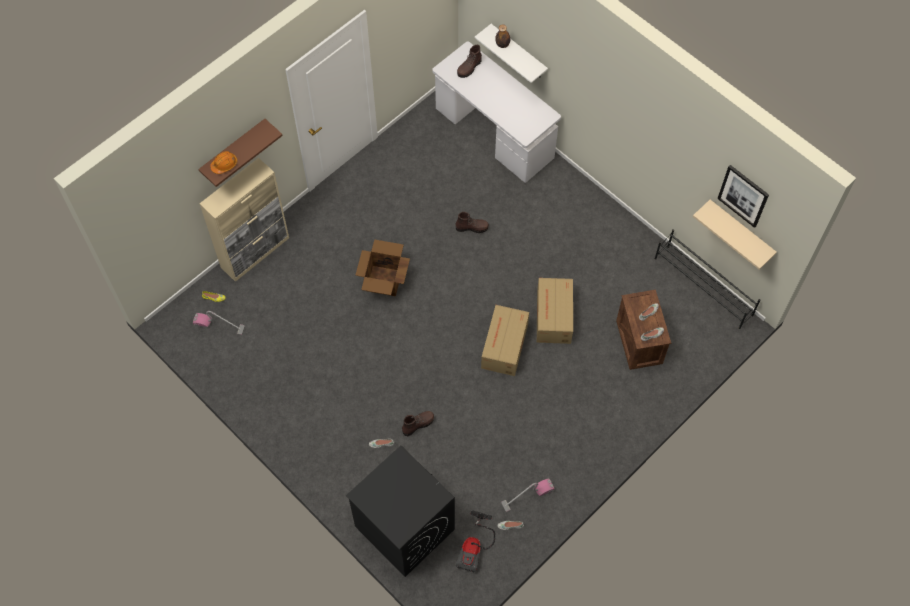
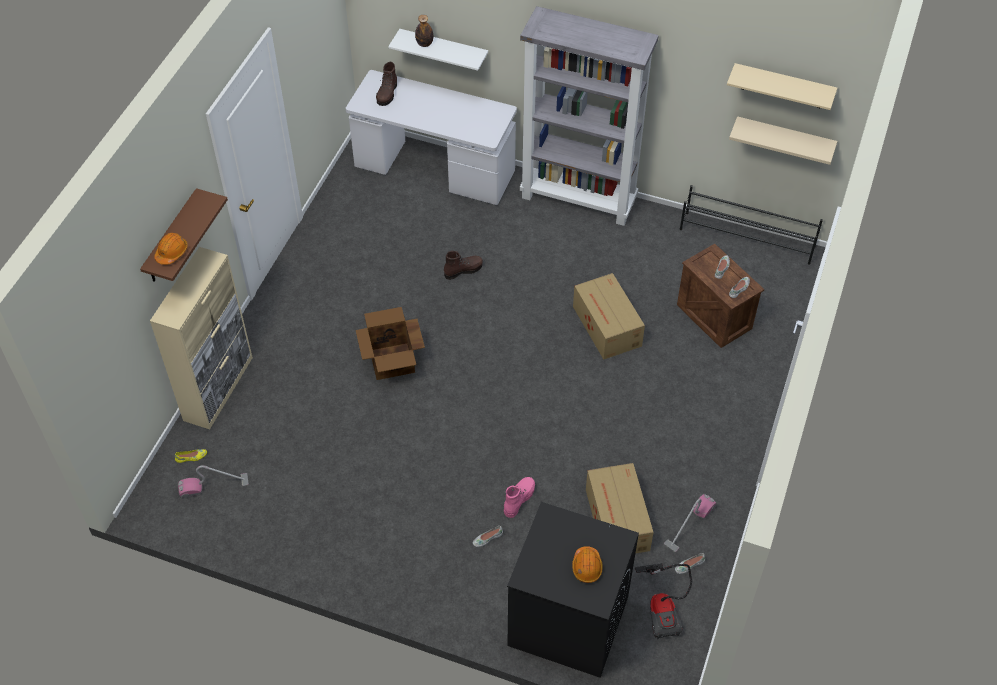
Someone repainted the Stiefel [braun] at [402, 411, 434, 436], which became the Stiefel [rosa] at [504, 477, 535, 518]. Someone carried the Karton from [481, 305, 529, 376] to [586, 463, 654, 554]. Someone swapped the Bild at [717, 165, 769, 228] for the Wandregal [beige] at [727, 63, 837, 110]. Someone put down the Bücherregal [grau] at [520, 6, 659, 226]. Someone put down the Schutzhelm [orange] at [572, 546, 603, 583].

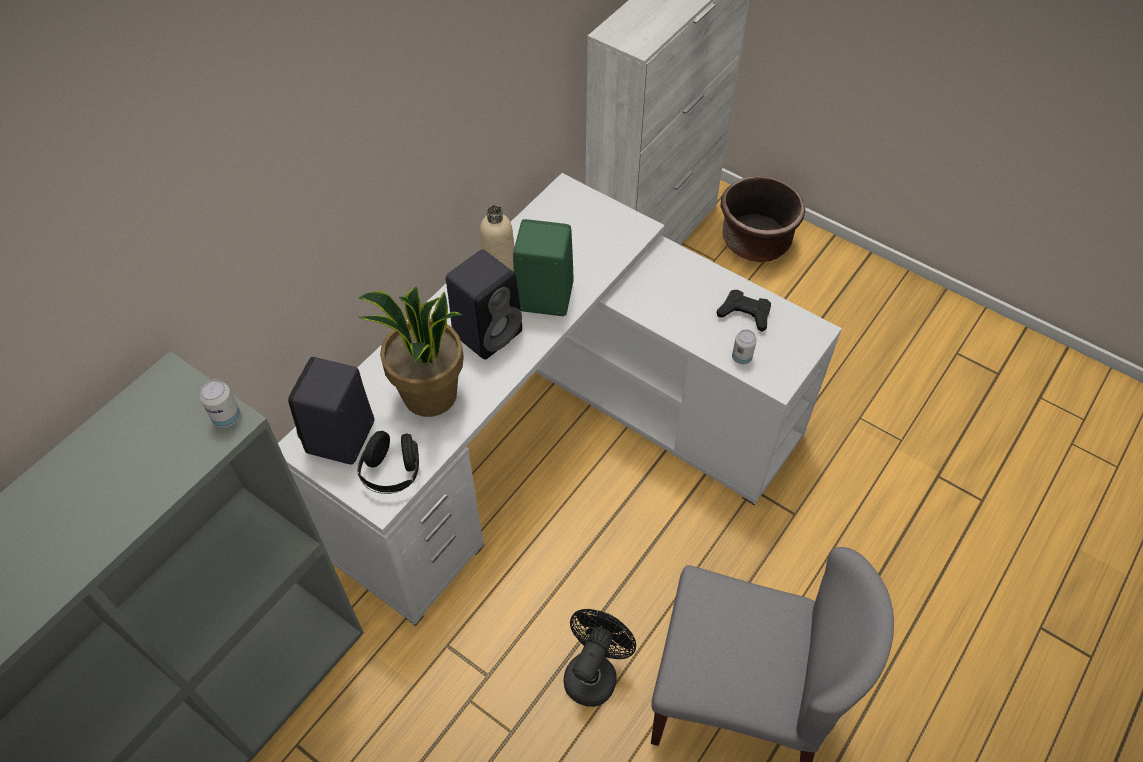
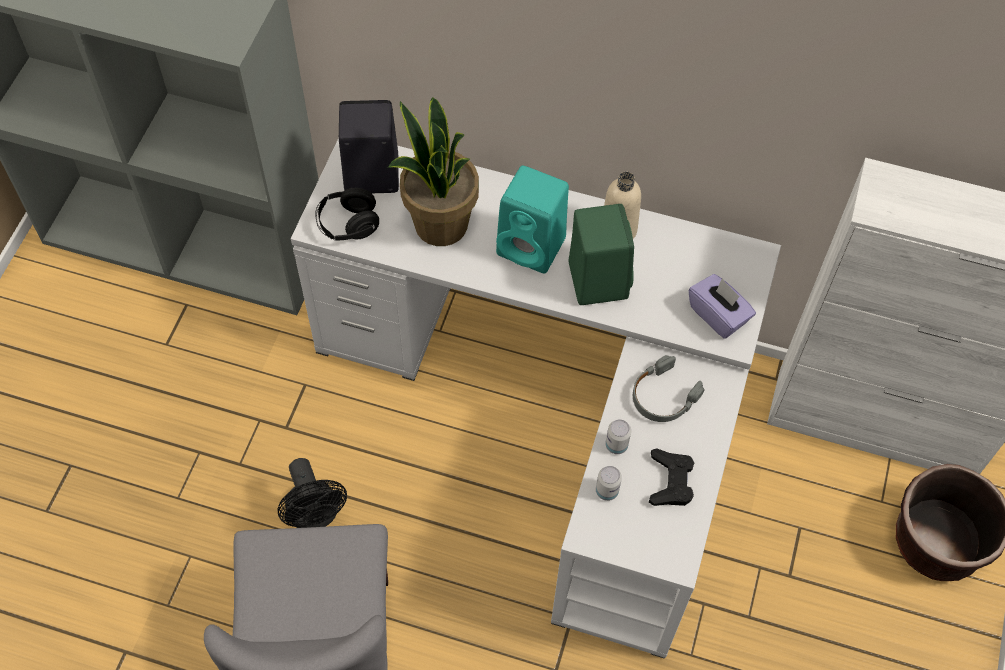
Someone carried the Dose from [199, 380, 240, 427] to [605, 419, 631, 454]. Someone repainted the Lautsprecher [schwarz] at [446, 249, 522, 360], which became the Lautsprecher [türkis] at [496, 166, 569, 273]. Someone rotated the Ventilator [schwarz] at [564, 609, 636, 707] by 60 degrees clockwise. Someone put down the Kopfhörer [grau] at [633, 355, 704, 422]. Someone put down the Taschentuchbox [lila] at [689, 274, 756, 339].

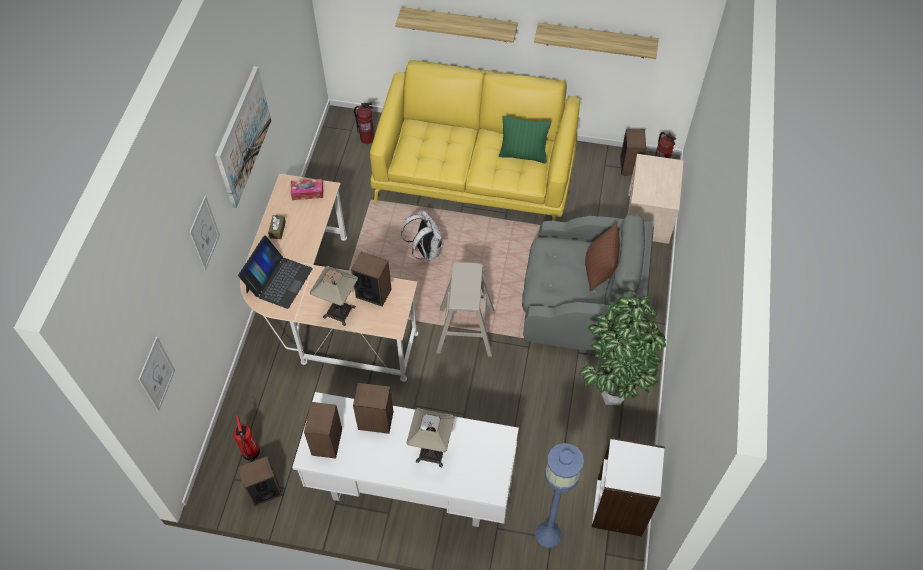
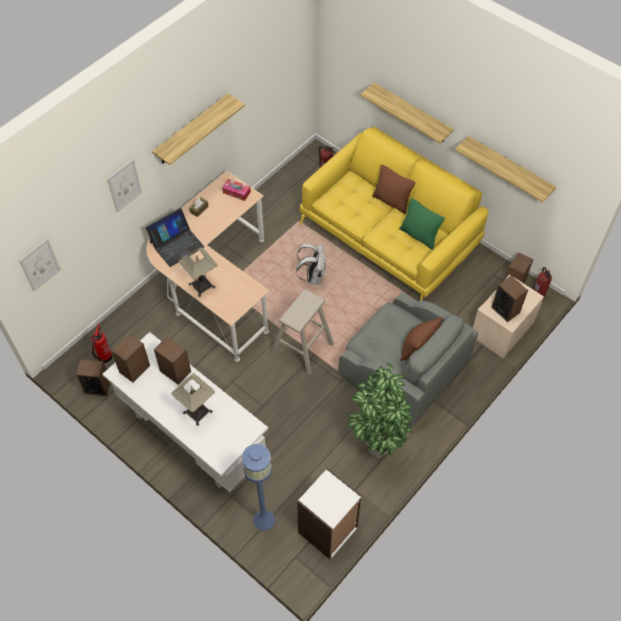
Someone swapped the Bild at [215, 66, 271, 208] for the Wandregal at [152, 93, 245, 165]. Someone carried the Lautsprecher from [351, 252, 391, 307] to [491, 276, 528, 322]. Someone put down the Kissen [braun] at [372, 165, 416, 214].

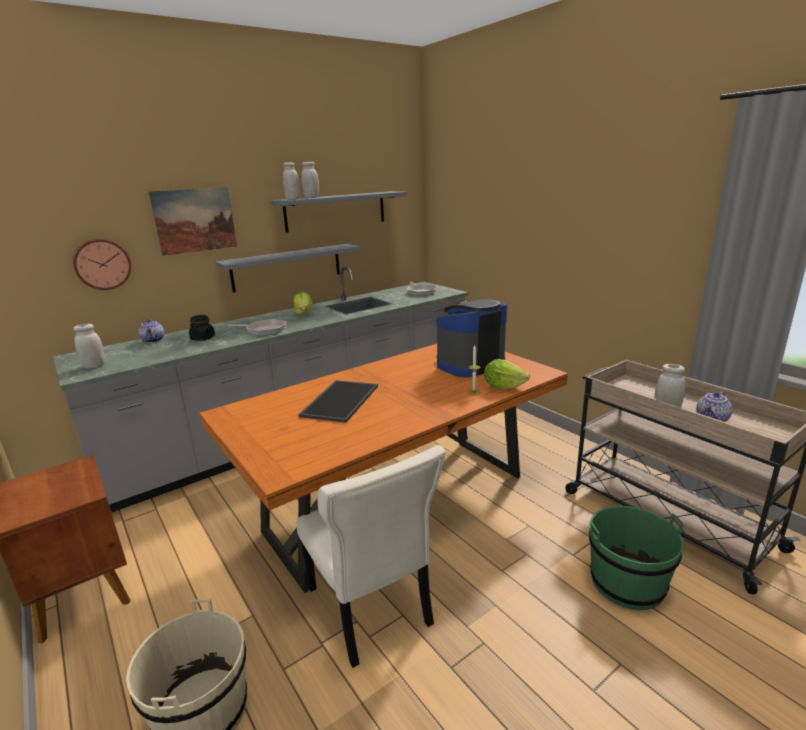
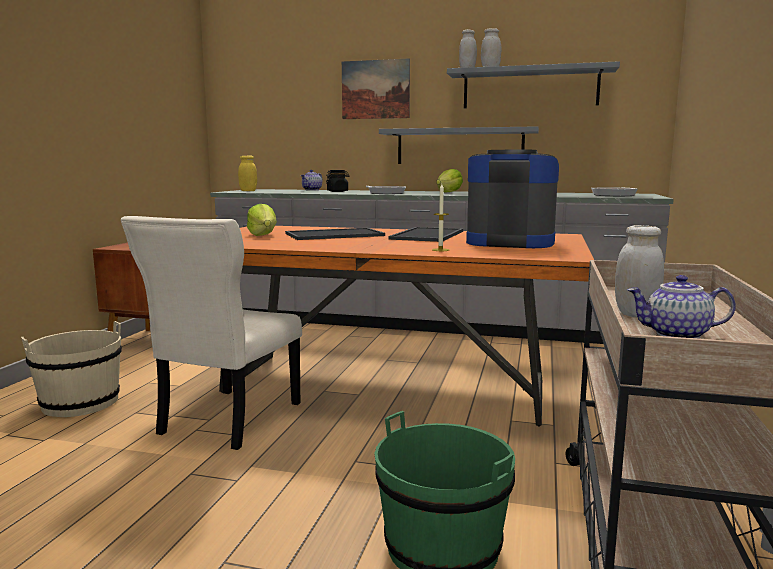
Someone took away the Wanduhr at [73, 239, 131, 290]. Someone repainted the Vorratsglas [weiß] at [73, 324, 105, 368], which became the Vorratsglas [gelb] at [238, 155, 257, 191]. Someone carried the Salatkopf from [484, 359, 530, 390] to [247, 204, 277, 236]. Someone put down the Tablett at [389, 227, 463, 242].

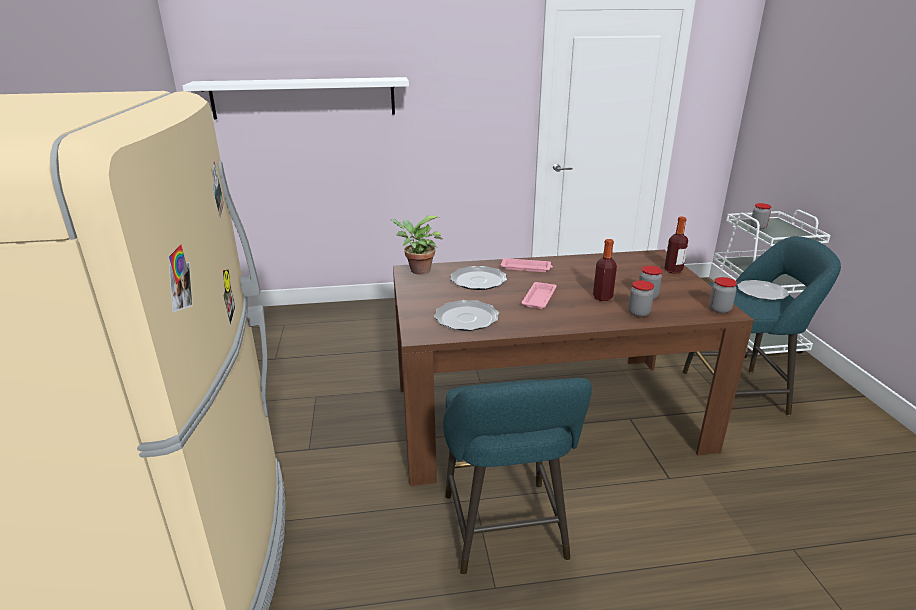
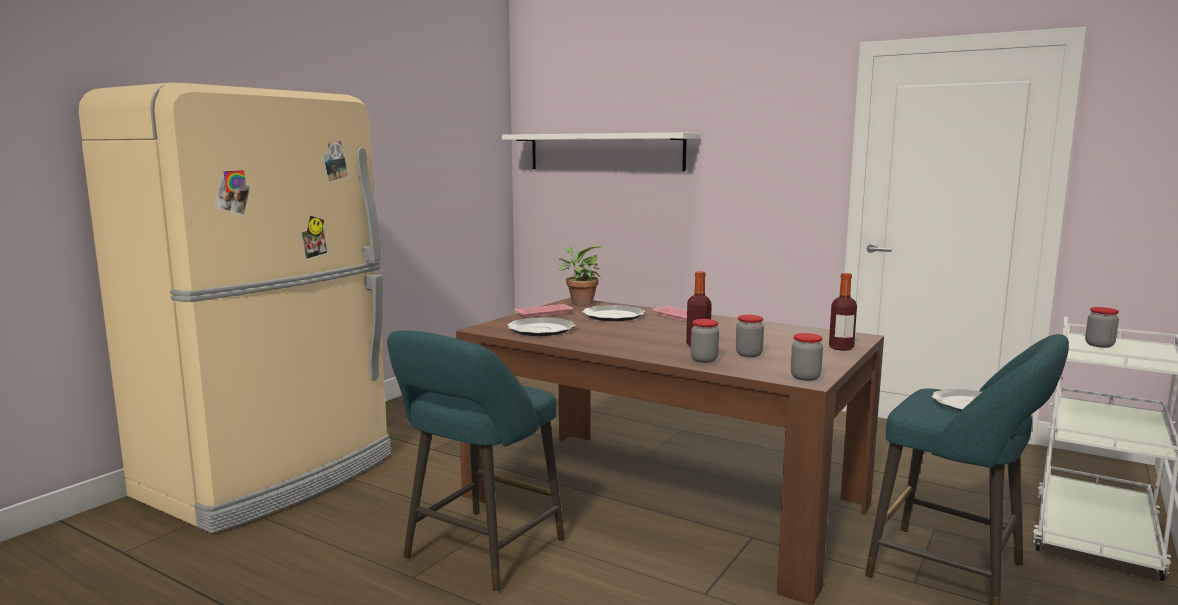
Someone carried the Tablett [rosa] from [521, 282, 557, 309] to [514, 304, 573, 318].

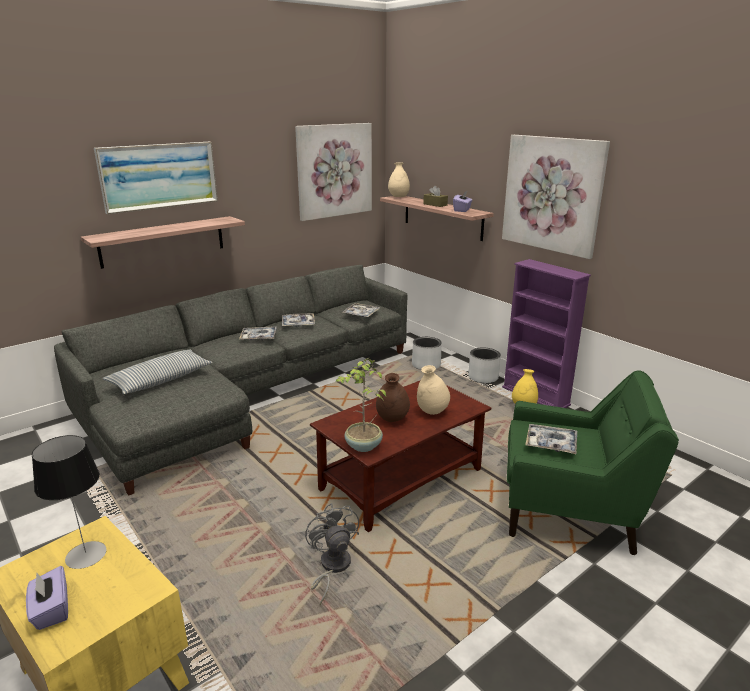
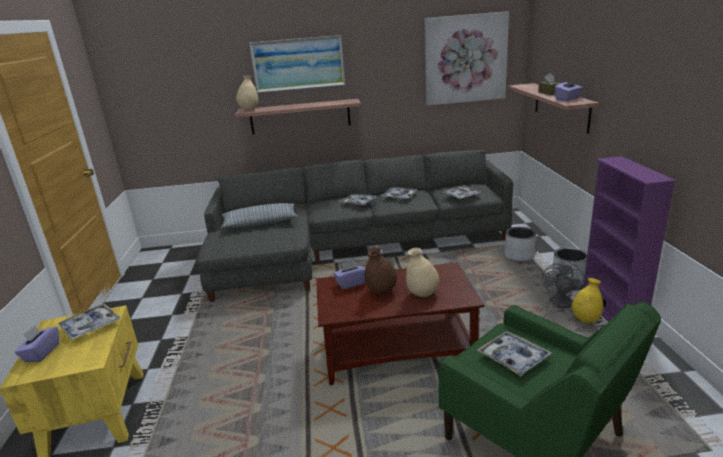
Someone swapped the Tischlampe at [32, 435, 106, 569] for the Tablett at [57, 303, 120, 340]. Someone carried the Ventilator [grau] from [305, 503, 359, 605] to [539, 259, 584, 318]. Someone took away the Topfpflanze at [335, 358, 386, 452]. Someone carried the Vase [beige] from [388, 162, 410, 197] to [236, 76, 259, 110]. Someone took away the Bild at [502, 135, 610, 259]. Someone put down the Taschentuchbox [lila] at [333, 260, 365, 289].

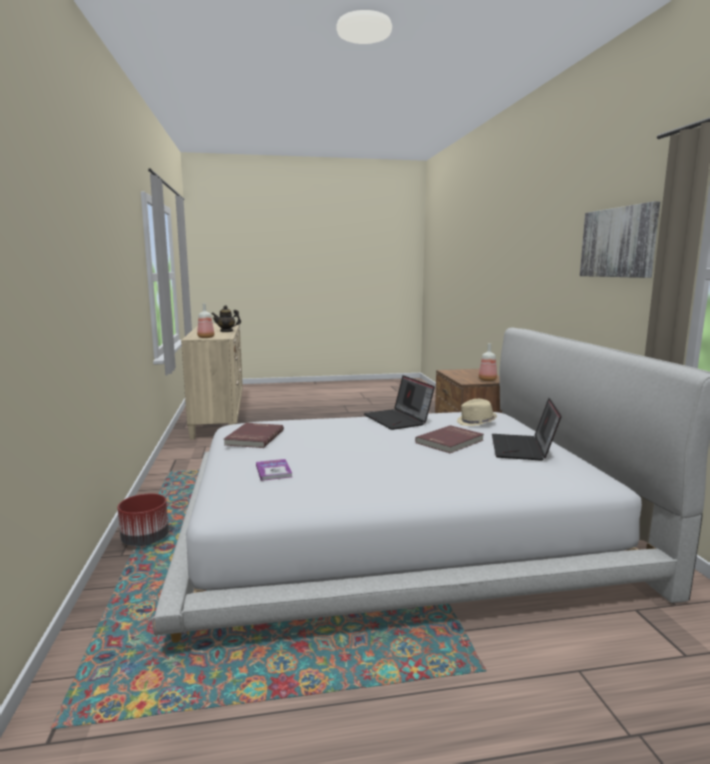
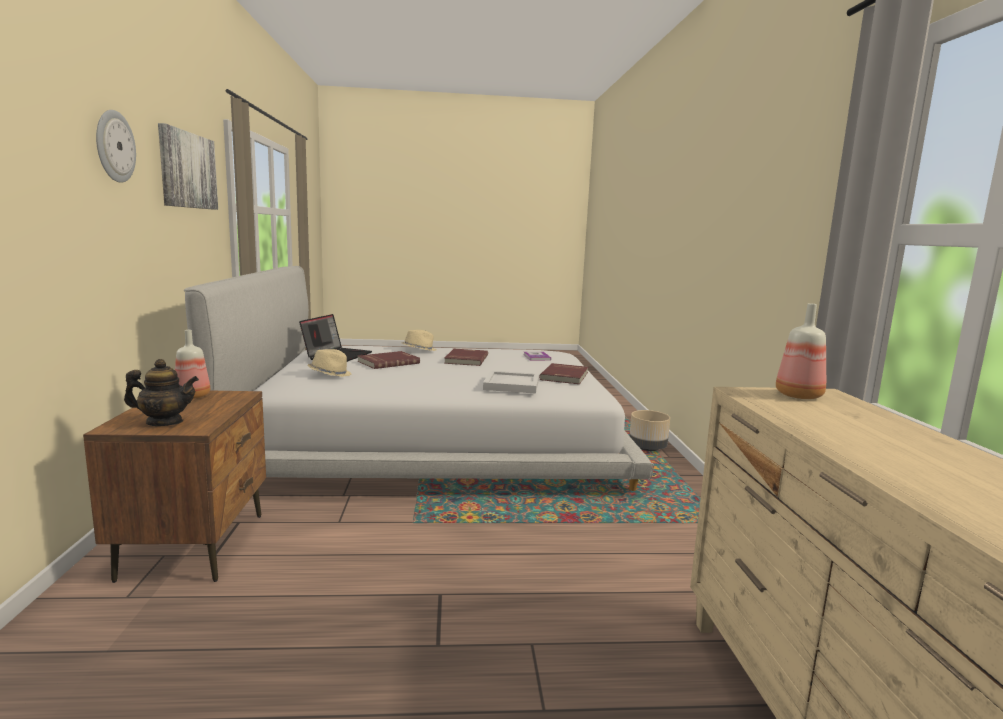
Someone repainted the Pflanzkübel [rot] at [117, 493, 169, 546], which became the Pflanzkübel [beige] at [629, 410, 670, 451]. Someone carried the Teekanne from [212, 305, 241, 332] to [124, 359, 199, 426]. Someone took away the Laptop at [364, 375, 435, 430]. Someone put up the Wanduhr at [96, 110, 136, 183]. Someone put down the Hut [beige] at [401, 330, 436, 351]. Someone put down the Buch [rot] at [444, 349, 488, 366]. Someone put down the Tablett [weiß] at [483, 371, 539, 394].

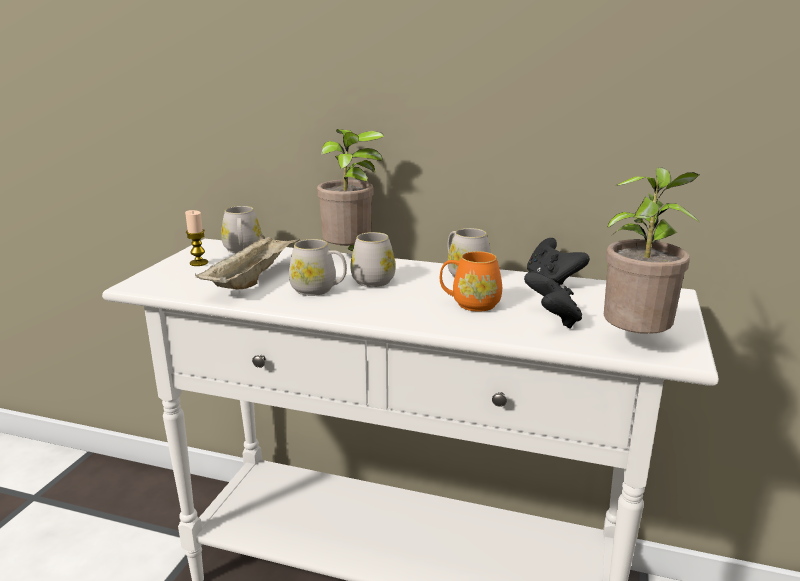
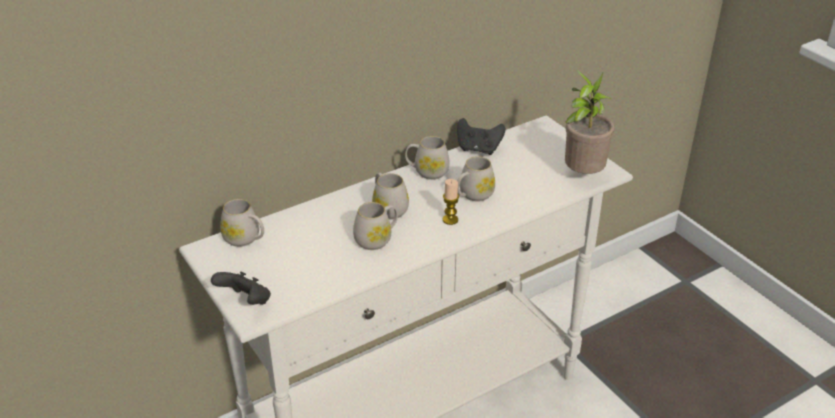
Someone carried the Kerze from [185, 210, 208, 266] to [443, 179, 459, 225]. Someone took away the Tablett [beige] at [195, 234, 299, 290]. Someone took away the Topfpflanze at [317, 129, 384, 251]. Someone repainted the Henkelbecher [orange] at [440, 251, 502, 311], which became the Henkelbecher [weiß] at [457, 156, 495, 201]. Someone carried the Gamepad [schwarz] from [524, 271, 582, 329] to [211, 272, 271, 305].

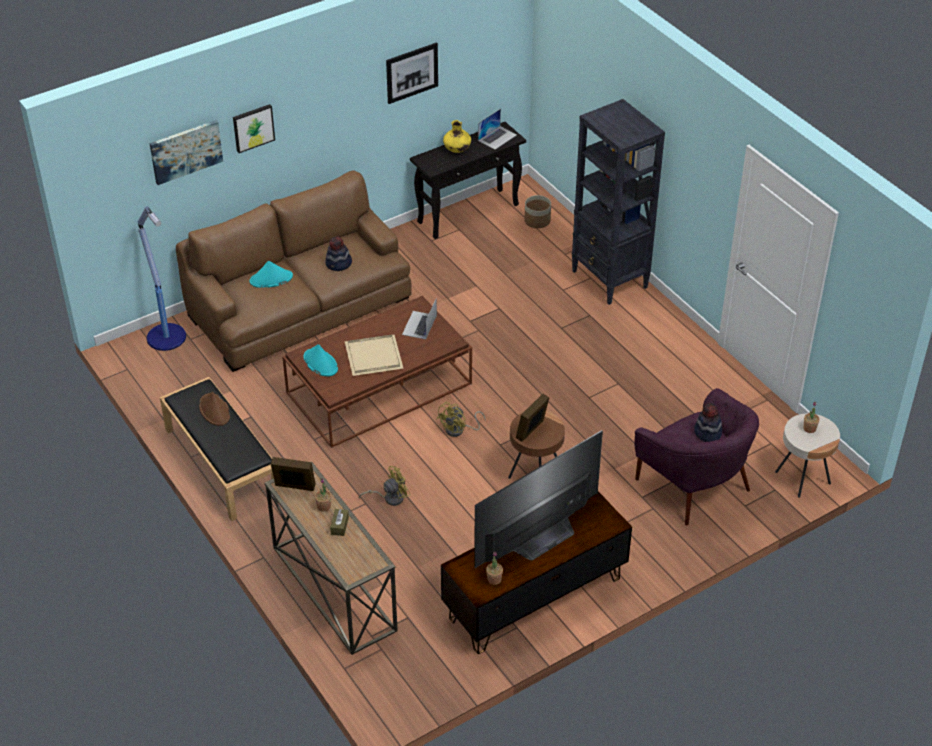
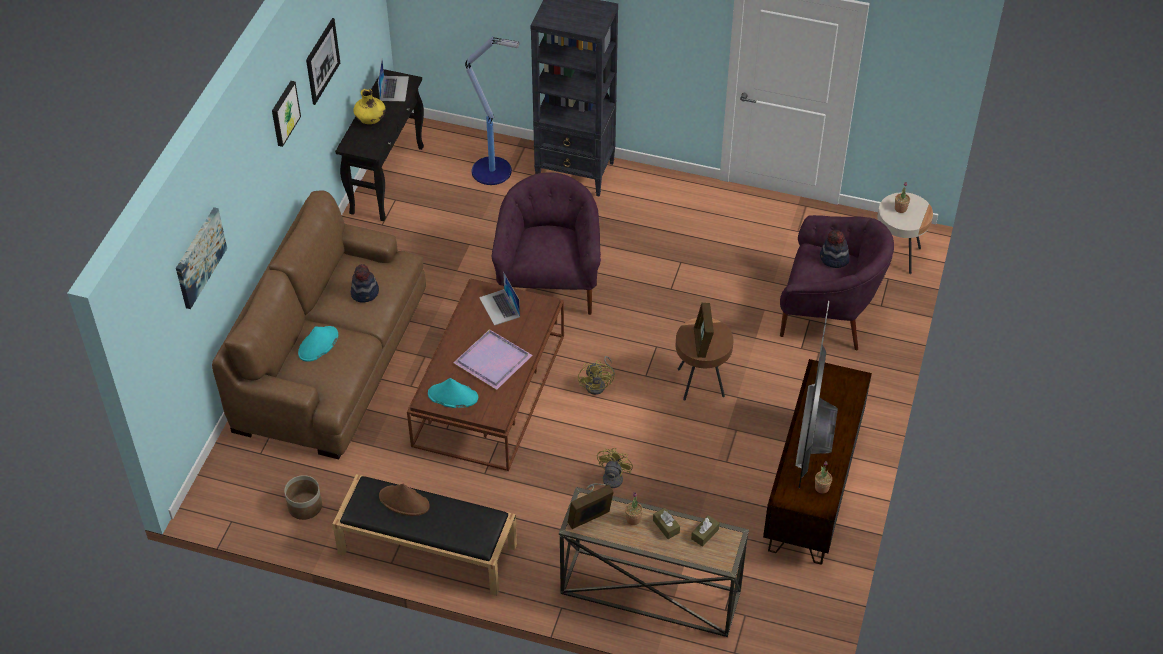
Someone carried the Stehlampe from [138, 206, 186, 351] to [465, 36, 519, 185]. Someone carried the Bild from [233, 104, 275, 153] to [272, 81, 301, 147]. Someone repainted the Tablett [beige] at [345, 334, 404, 376], which became the Tablett [lila] at [453, 329, 533, 390]. Someone carried the Pflanzkübel from [524, 195, 551, 228] to [284, 475, 322, 520]. Someone put down the Sessel [lila] at [491, 172, 601, 315]. Someone put down the Taschentuchbox [braun] at [691, 515, 720, 547].

